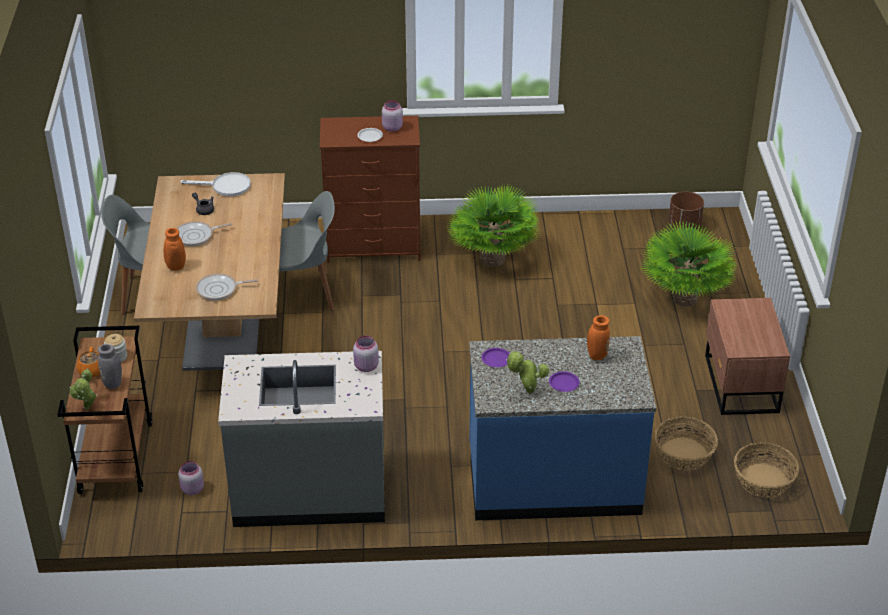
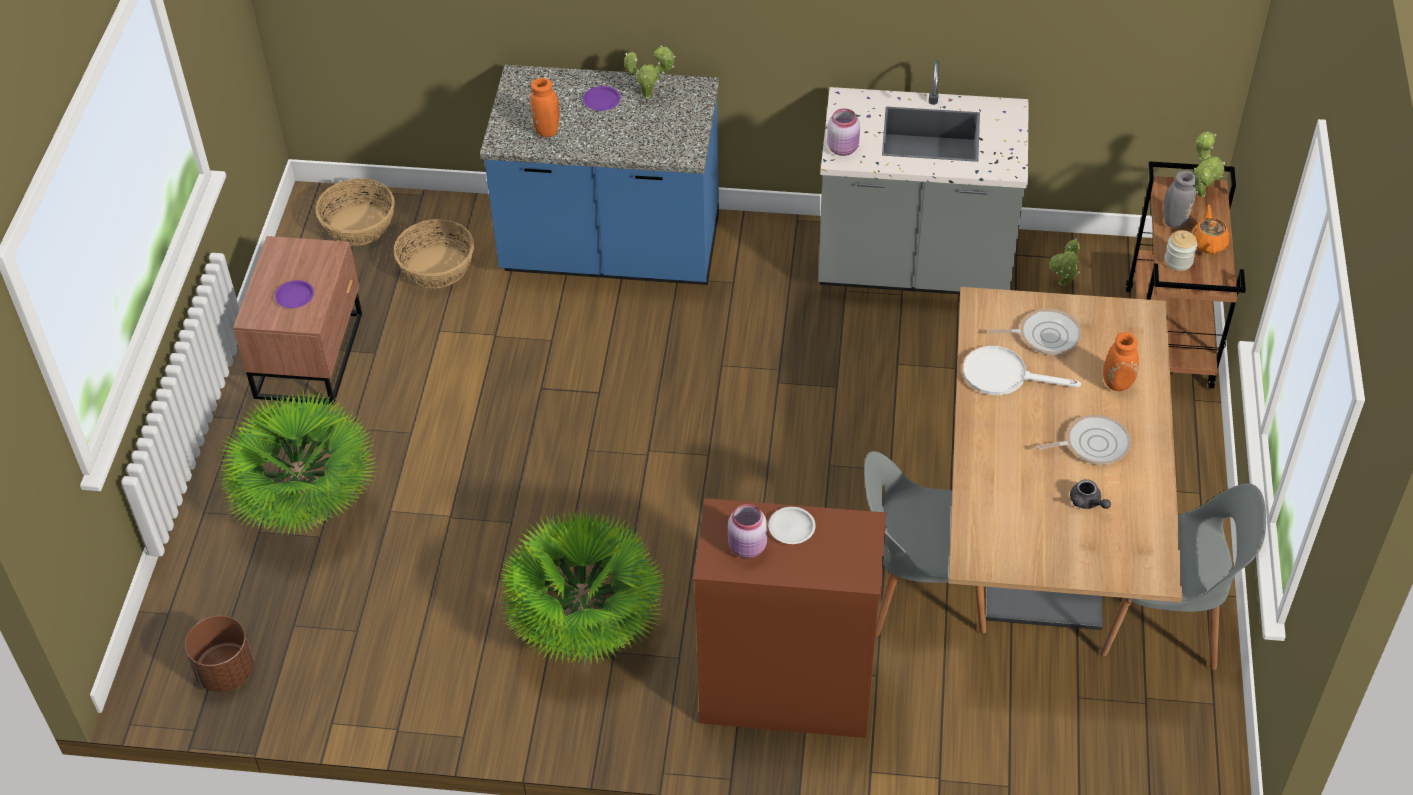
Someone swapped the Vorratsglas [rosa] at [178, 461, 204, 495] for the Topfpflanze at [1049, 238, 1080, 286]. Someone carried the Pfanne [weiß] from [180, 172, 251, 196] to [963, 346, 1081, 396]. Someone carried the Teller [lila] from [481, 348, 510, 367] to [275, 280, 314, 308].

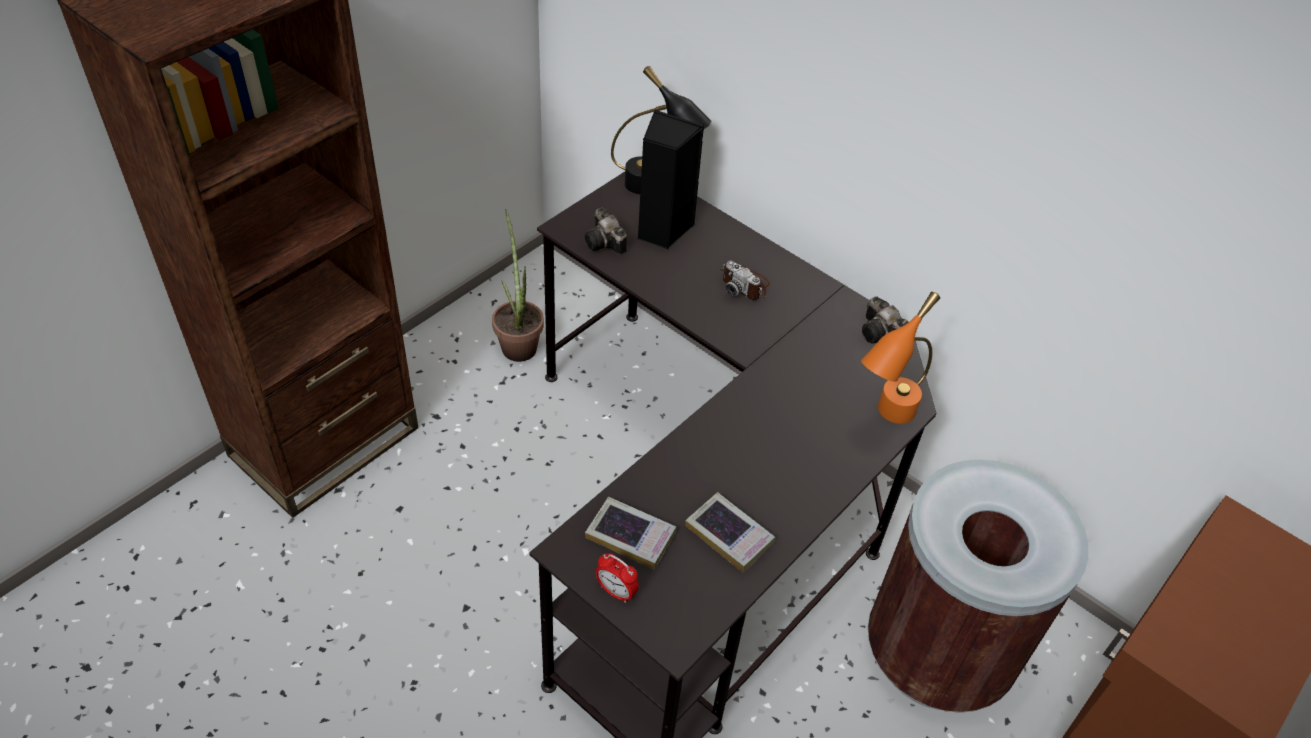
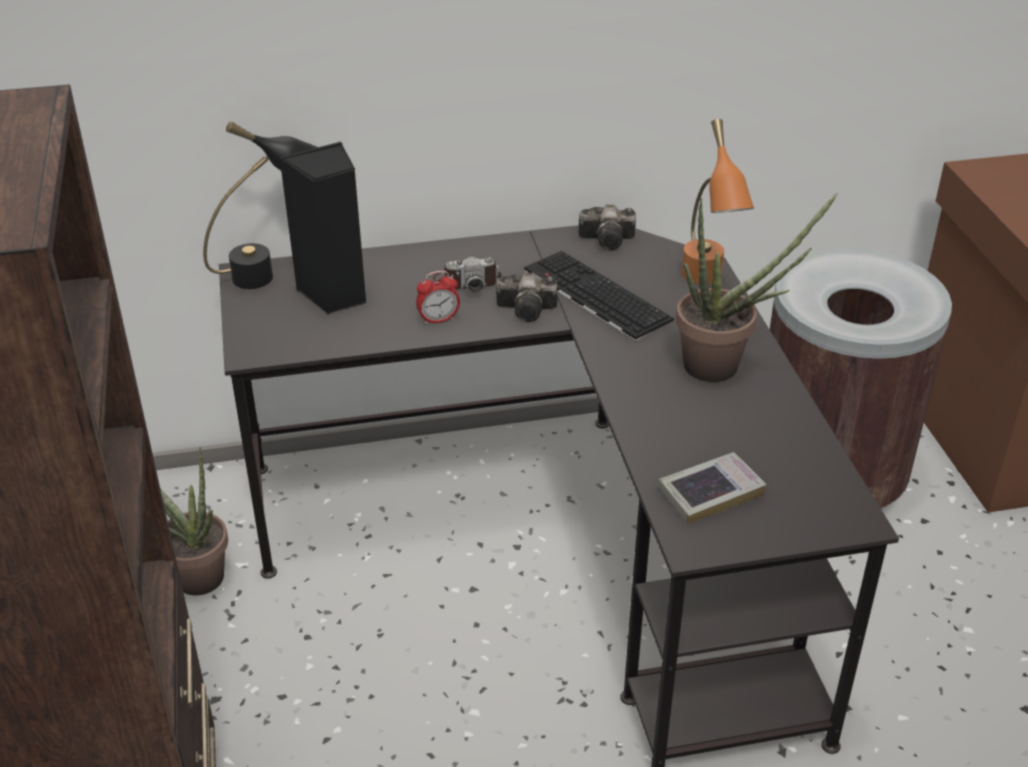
Someone carried the Kamera from [584, 208, 627, 255] to [496, 272, 557, 322]. Someone carried the Wecker from [595, 553, 639, 603] to [416, 271, 460, 325]. Someone took away the Buch at [685, 492, 775, 572]. Someone put down the Tastatur at [524, 251, 674, 341]. Someone put down the Topfpflanze at [676, 193, 838, 382].

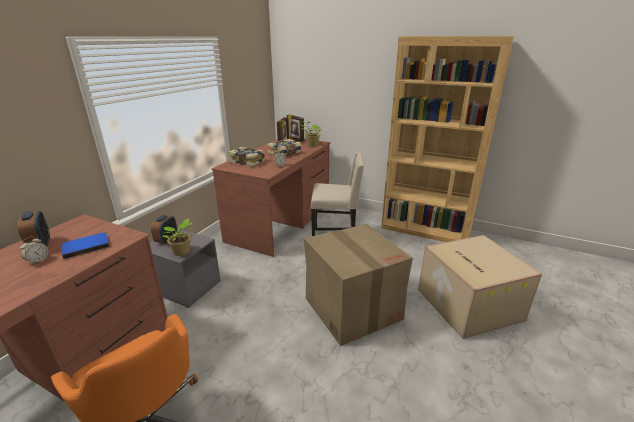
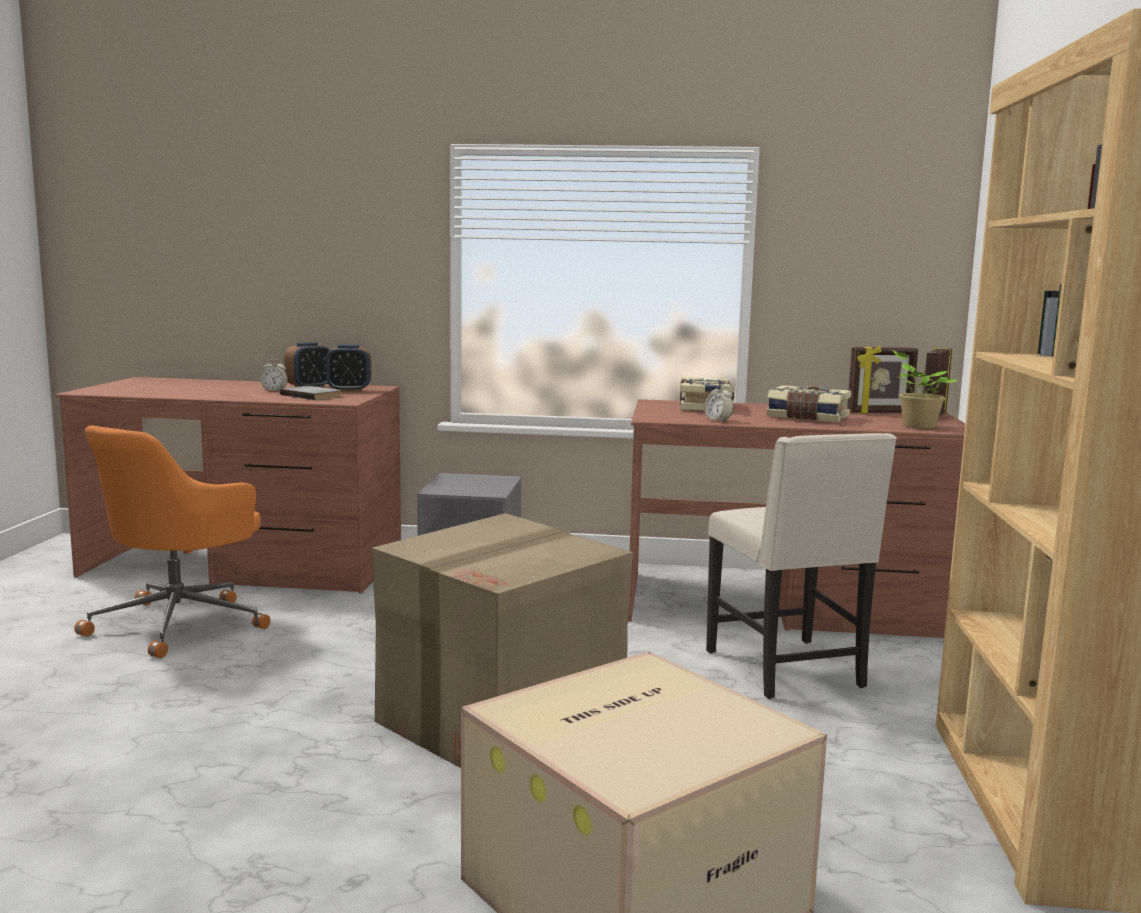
Someone repainted the Buch [blau] at [61, 232, 110, 259], which became the Buch [grau] at [280, 386, 342, 400]. Someone carried the Wecker from [151, 215, 177, 244] to [325, 344, 372, 391]. Someone took away the Topfpflanze at [163, 218, 193, 256].

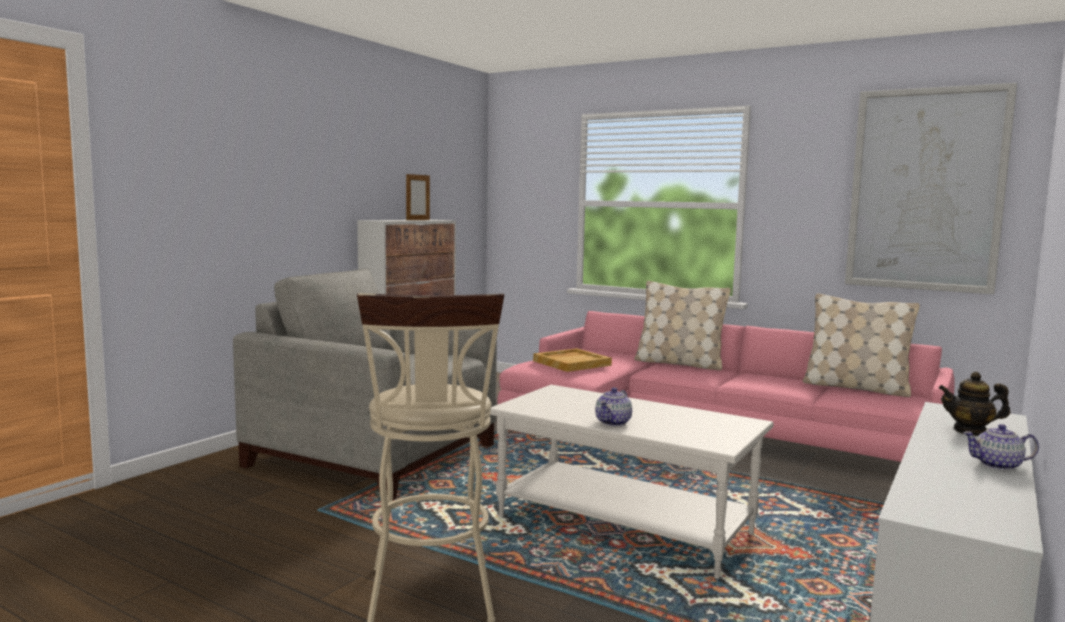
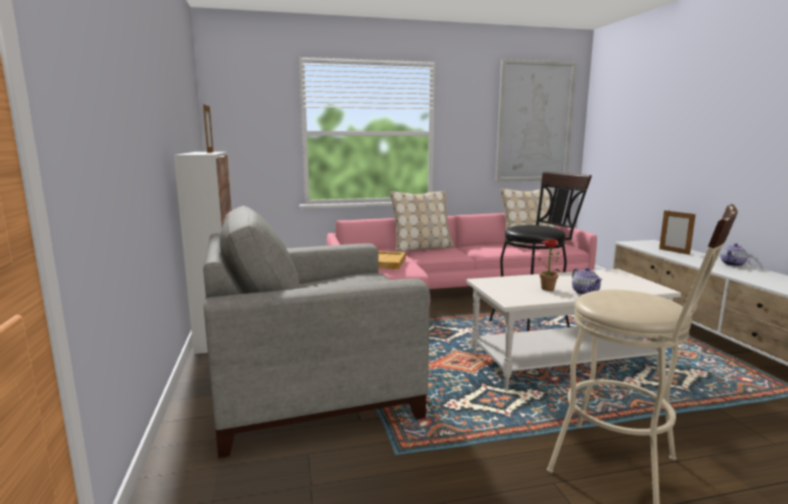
Someone swapped the Teekanne at [938, 372, 1010, 436] for the Bilderrahmen at [659, 210, 696, 255]. Someone put down the Hocker [schwarz] at [489, 171, 592, 331]. Someone put down the Topfpflanze at [530, 239, 560, 291].

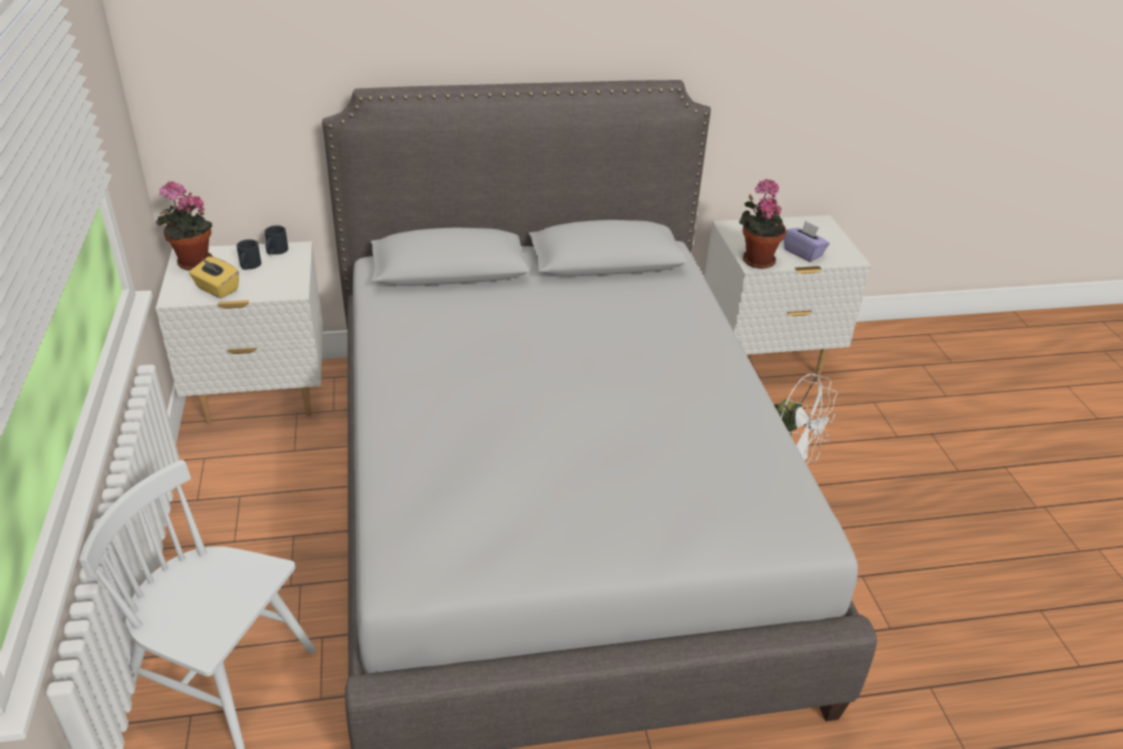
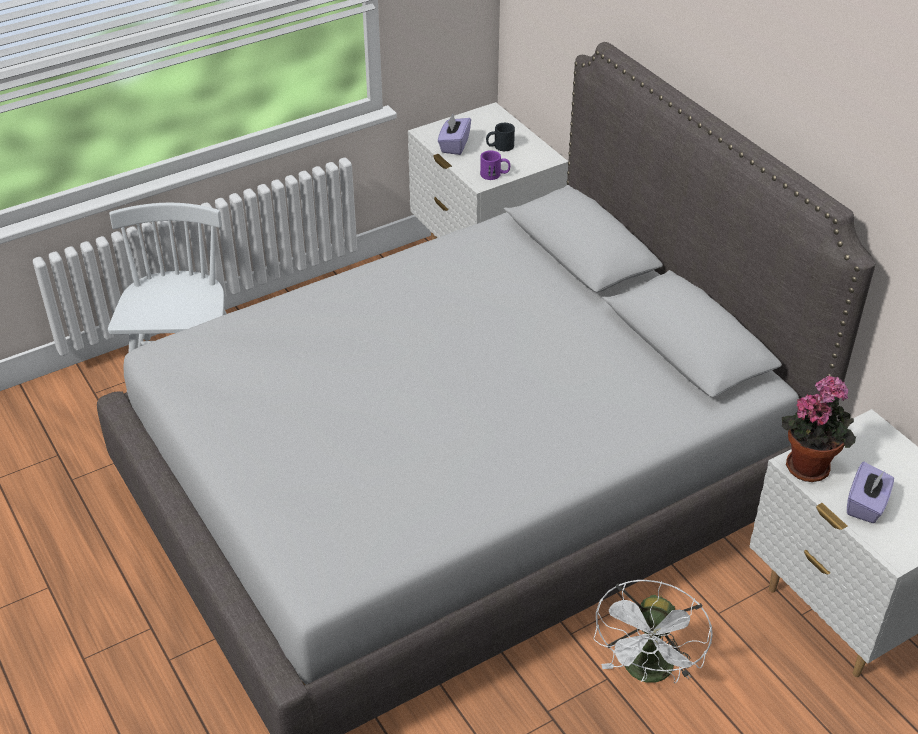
Someone took away the Topfpflanze at [155, 181, 213, 271]. Someone repainted the Taschentuchbox [gelb] at [189, 257, 239, 298], which became the Taschentuchbox [lila] at [438, 114, 471, 155]. Someone took away the Henkelbecher [schwarz] at [265, 225, 288, 255]. Someone put down the Henkelbecher [lila] at [480, 150, 510, 180].

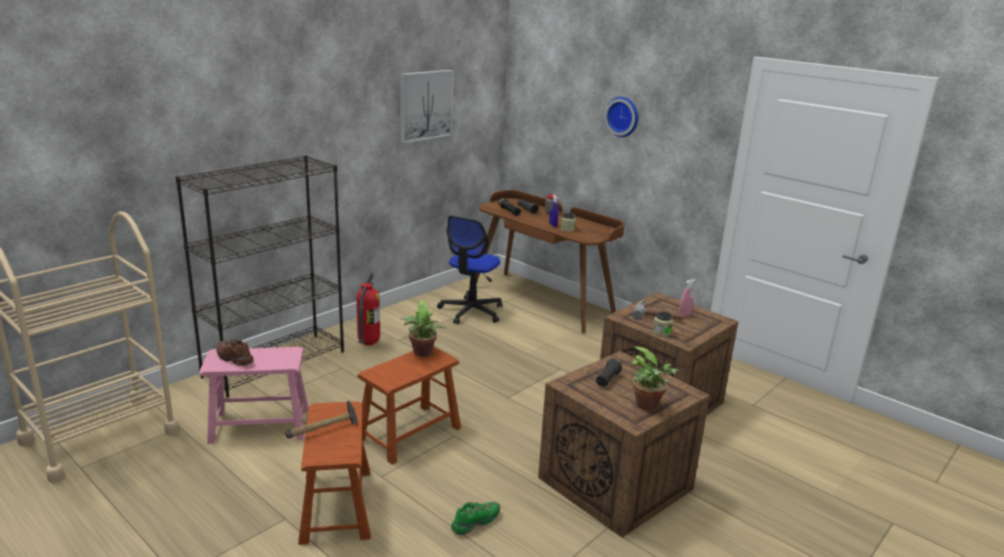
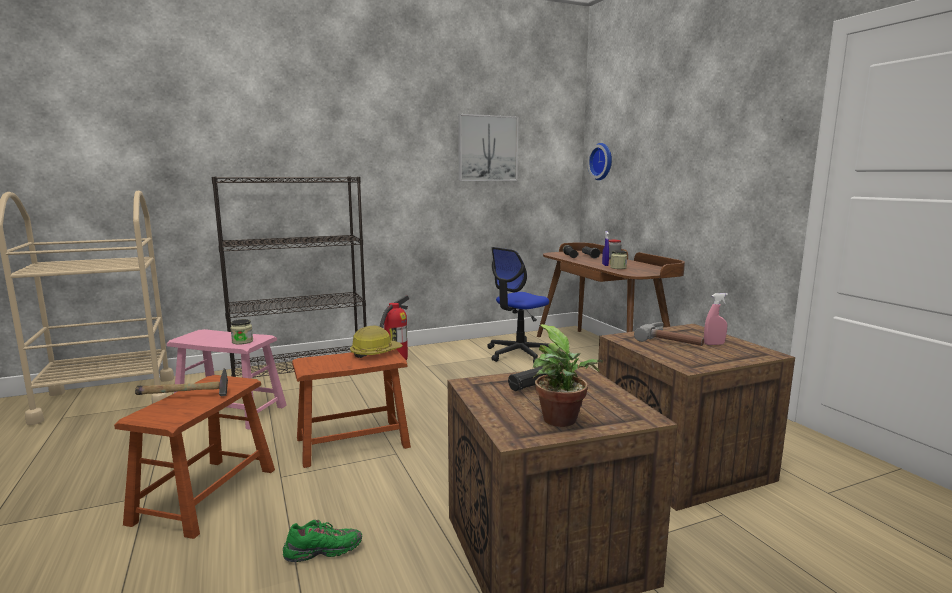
Someone took away the Schuh [braun] at [216, 339, 253, 366]. Someone swapped the Topfpflanze at [401, 300, 446, 357] for the Schutzhelm at [350, 326, 403, 358]. Someone carried the Wanduhr from [604, 97, 638, 137] to [587, 143, 612, 180]. Someone carried the Vorratsglas from [653, 311, 673, 337] to [230, 319, 253, 345].

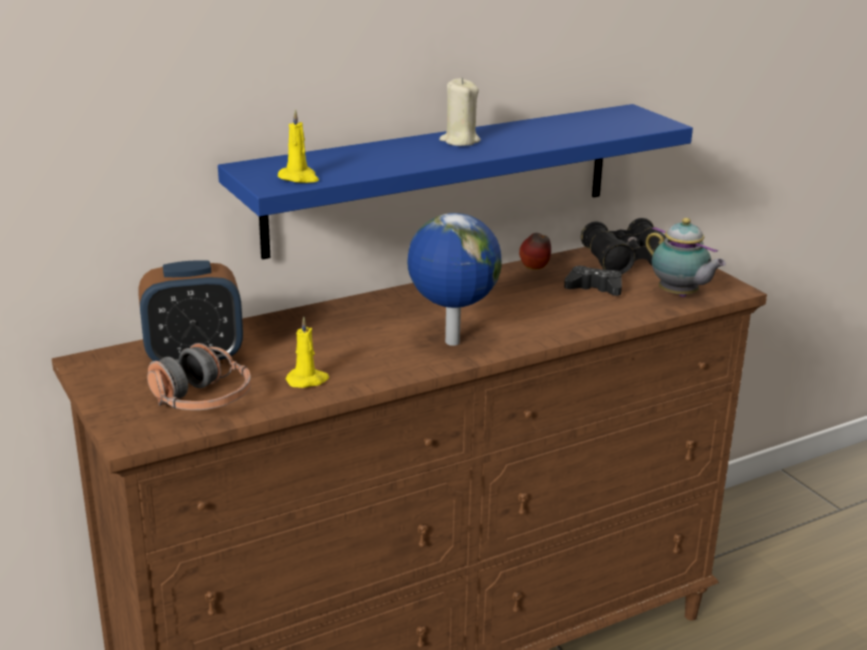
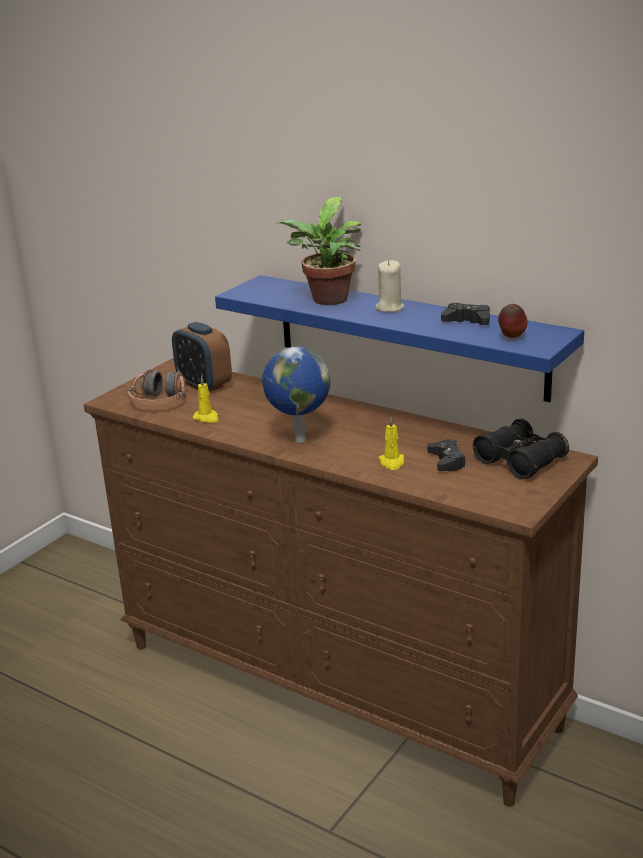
Someone carried the Kerze [gelb] from [278, 109, 319, 183] to [379, 417, 404, 470]. Someone carried the Apfel from [519, 233, 551, 270] to [498, 304, 528, 338]. Someone took away the Teekanne at [645, 218, 726, 297]. Someone put down the Topfpflanze at [275, 197, 361, 305]. Someone put down the Gamepad [schwarz] at [441, 303, 490, 325].

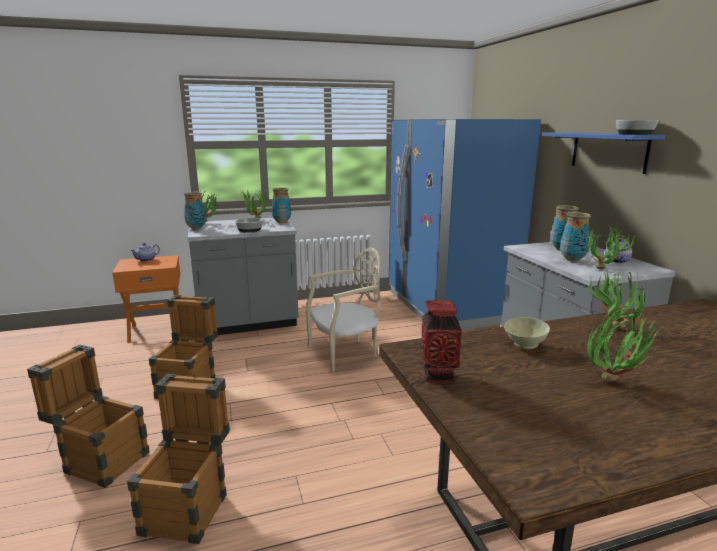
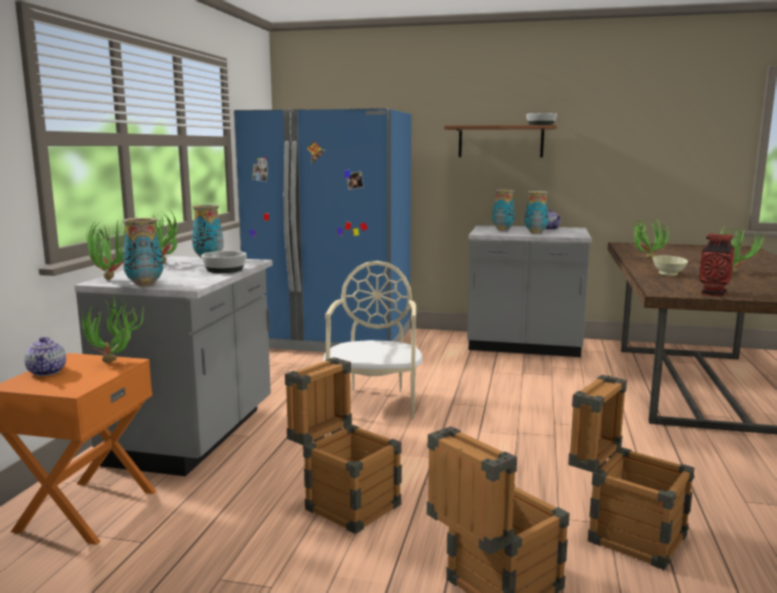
Someone repainted the Wandregal [blau] at [542, 132, 665, 174], which became the Wandregal [braun] at [444, 125, 557, 158]. Someone carried the Topfpflanze from [589, 224, 636, 269] to [82, 295, 144, 363].

